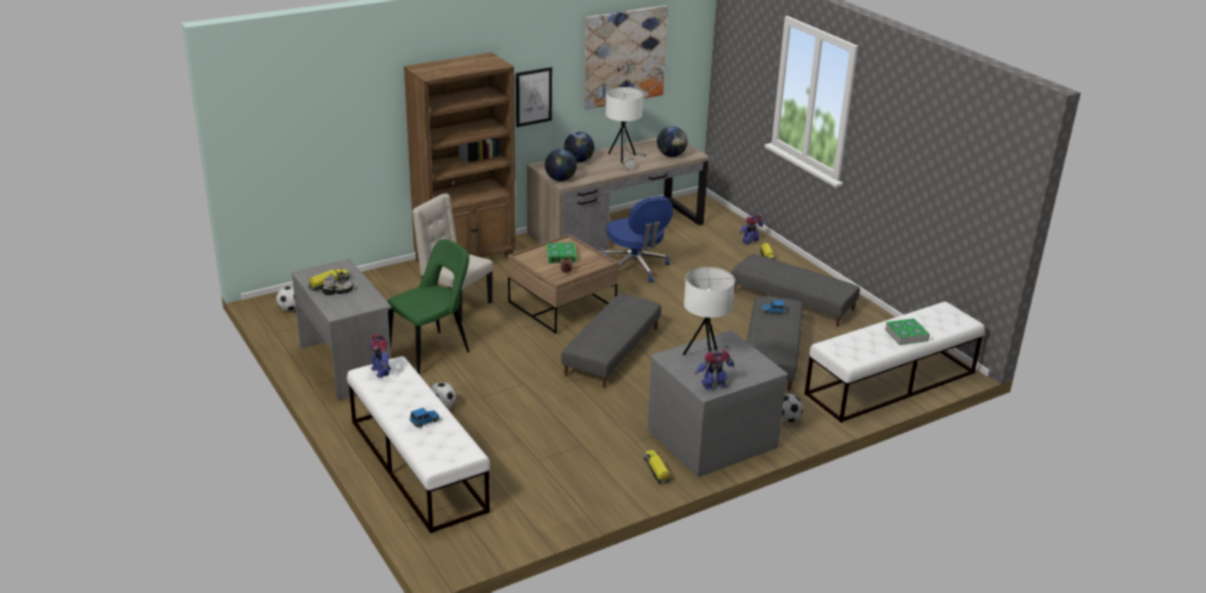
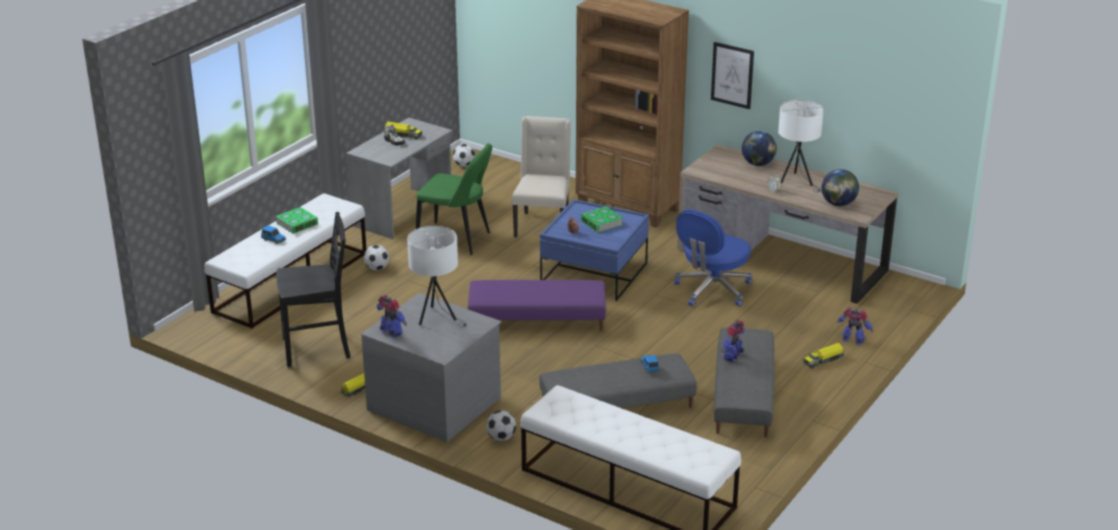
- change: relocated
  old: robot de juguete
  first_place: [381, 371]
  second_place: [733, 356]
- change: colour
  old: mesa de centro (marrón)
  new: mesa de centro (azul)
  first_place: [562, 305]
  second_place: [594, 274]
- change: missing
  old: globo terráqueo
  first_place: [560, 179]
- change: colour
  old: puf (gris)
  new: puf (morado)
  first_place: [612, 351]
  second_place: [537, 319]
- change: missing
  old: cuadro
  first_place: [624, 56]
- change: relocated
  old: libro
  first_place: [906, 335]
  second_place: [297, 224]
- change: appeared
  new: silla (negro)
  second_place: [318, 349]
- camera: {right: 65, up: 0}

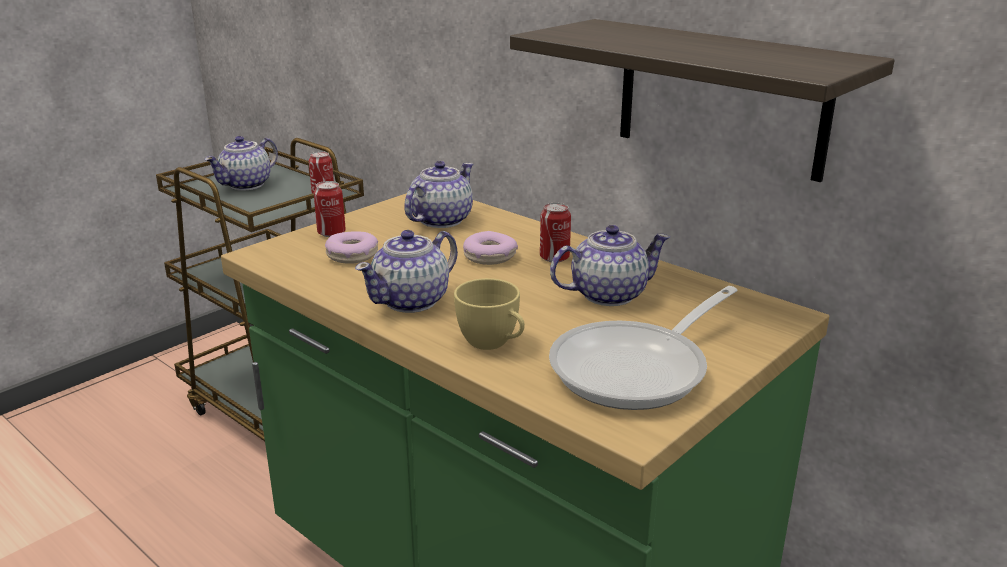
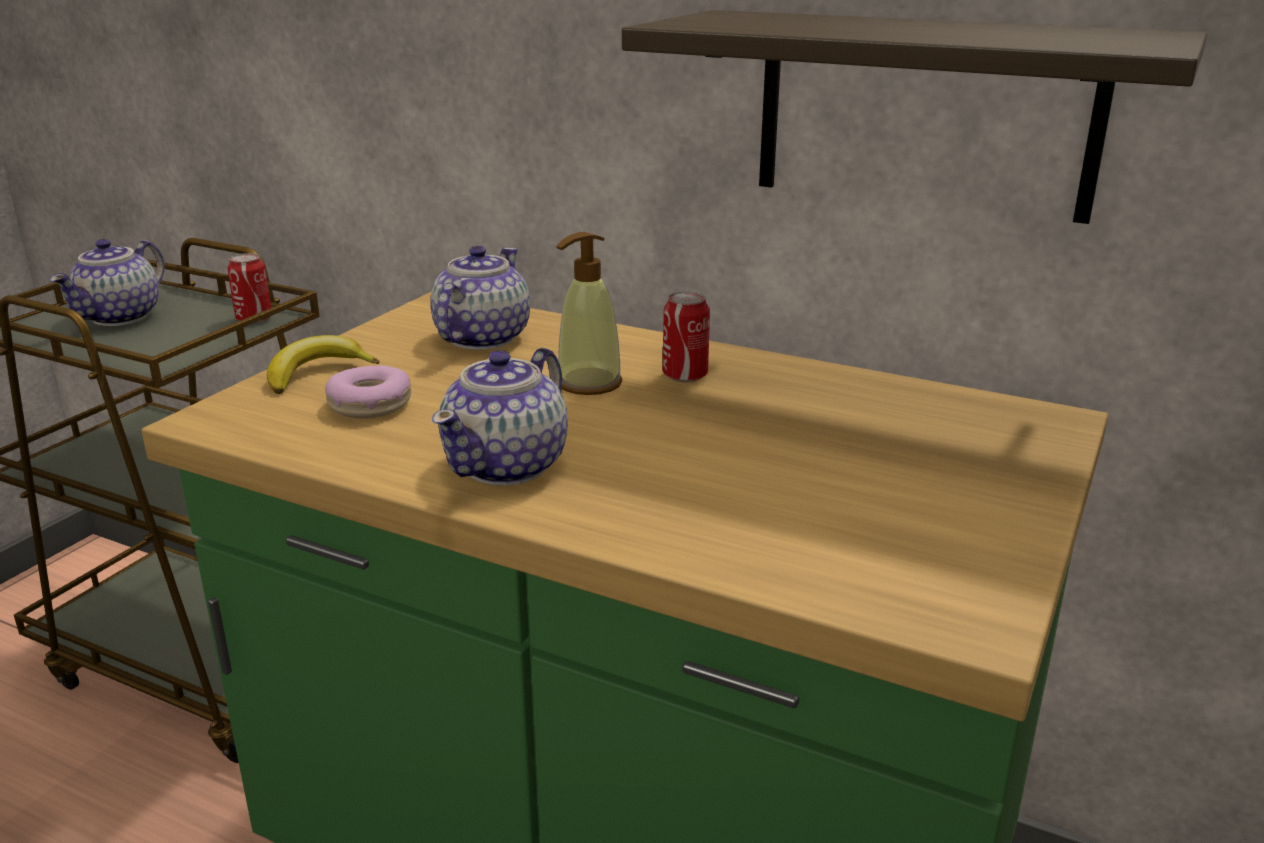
- change: exchanged
  old: lata
  new: plátano
  first_place: [331, 233]
  second_place: [317, 374]
- change: missing
  old: taza (amarillo)
  first_place: [493, 344]
- change: exchanged
  old: rosquilla
  new: dispensador de jabón
  first_place: [490, 256]
  second_place: [588, 383]
- change: missing
  old: sartén
  first_place: [638, 369]
- change: missing
  old: tetera
  first_place: [607, 294]
- camera: {right: -15, up: 0}

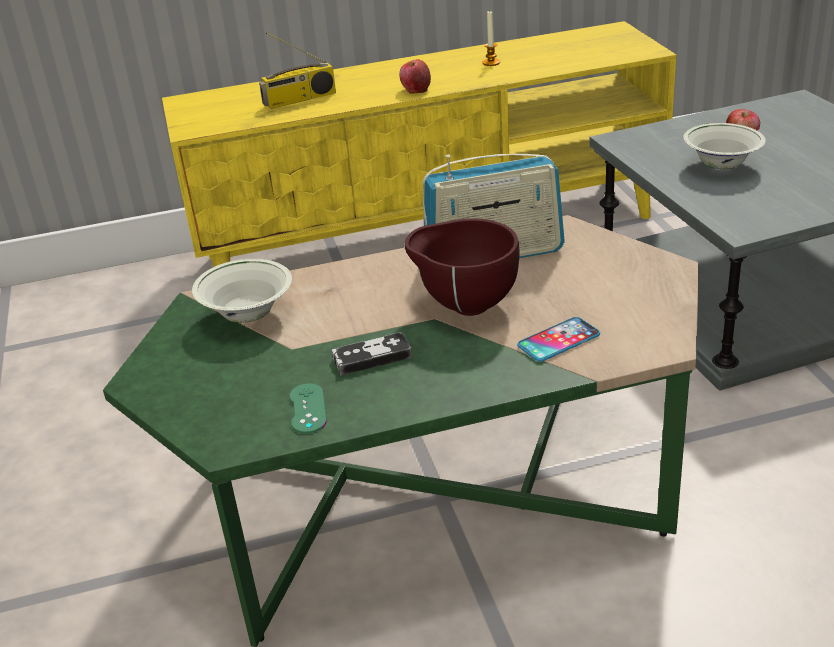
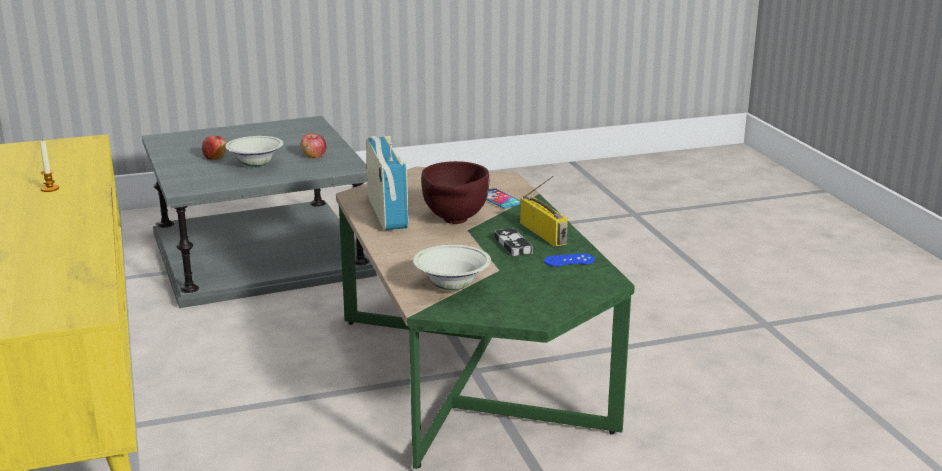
- change: relocated
  old: radio
  first_place: [299, 99]
  second_place: [544, 234]
- change: colour
  old: mando de consola (verde)
  new: mando de consola (azul)
  first_place: [307, 408]
  second_place: [569, 260]
- change: relocated
  old: manzana
  first_place: [416, 89]
  second_place: [314, 155]
- camera: {right: -95, up: -10}

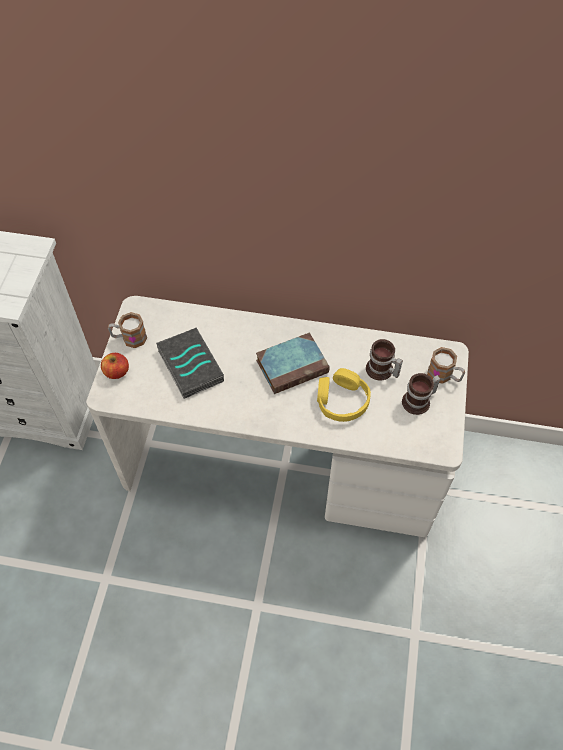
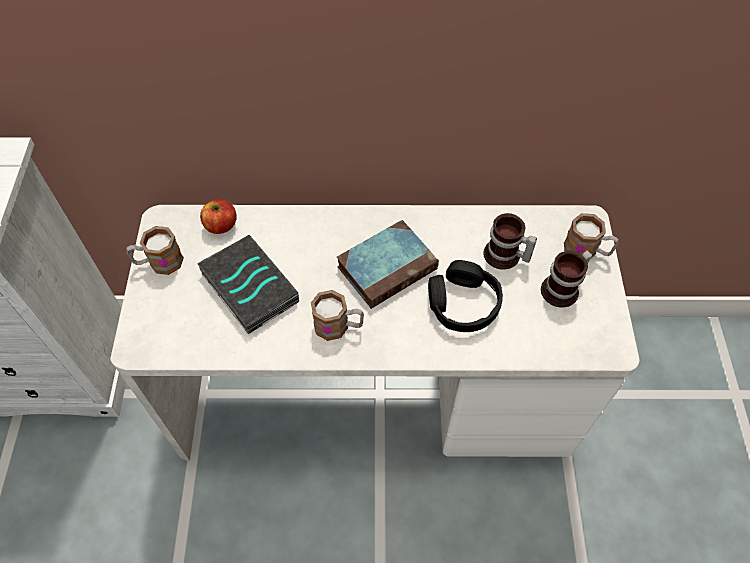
- change: relocated
  old: manzana
  first_place: [116, 372]
  second_place: [221, 225]
- change: colour
  old: auriculares (amarillo)
  new: auriculares (negro)
  first_place: [342, 400]
  second_place: [463, 303]
- change: appeared
  new: taza grande
  second_place: [338, 326]
- camera: {right: -10, up: 0}

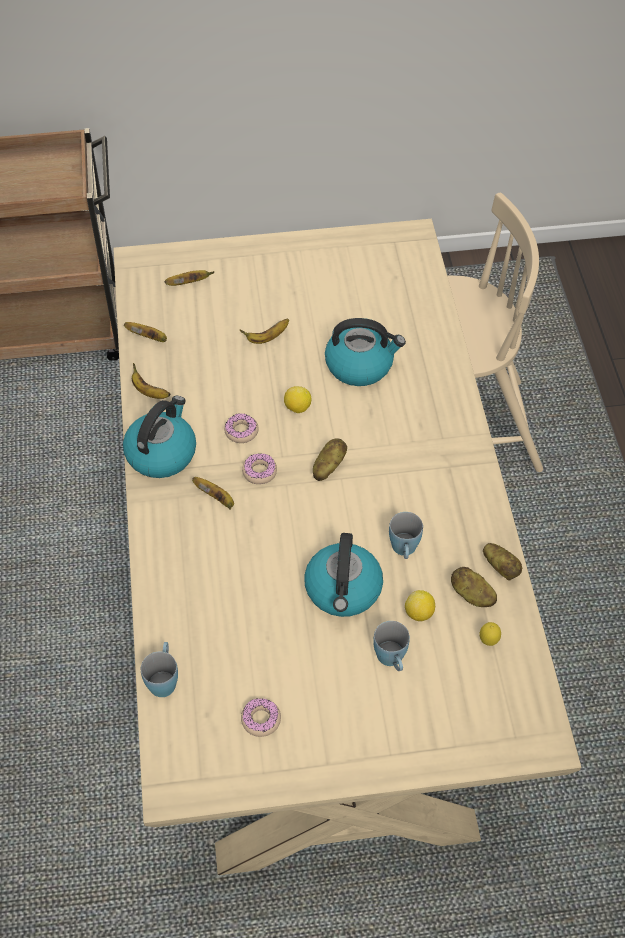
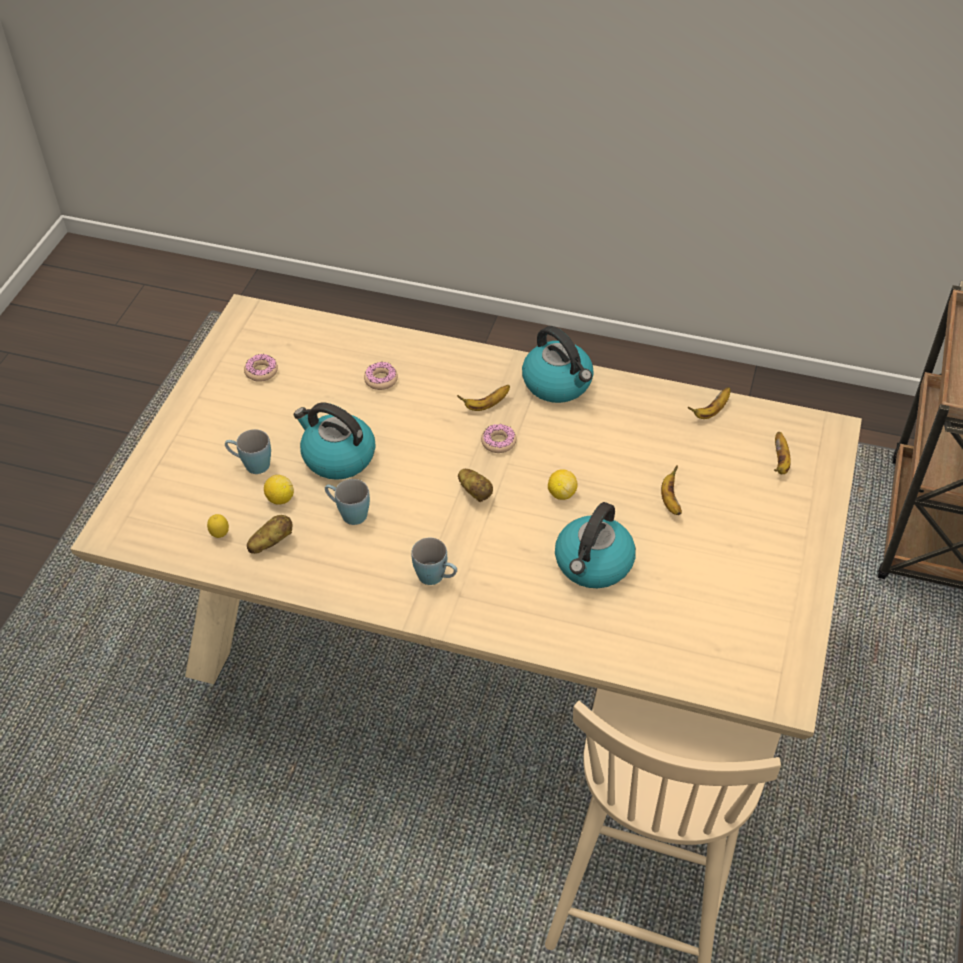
- change: missing
  old: plátano
  first_place: [149, 392]
- change: relocated
  old: taza grande (azul)
  first_place: [163, 678]
  second_place: [436, 577]
- change: relocated
  old: rosquilla
  first_place: [241, 431]
  second_place: [381, 380]
- change: missing
  old: patata
  first_place: [501, 567]
- camera: {right: 115, up: -5}

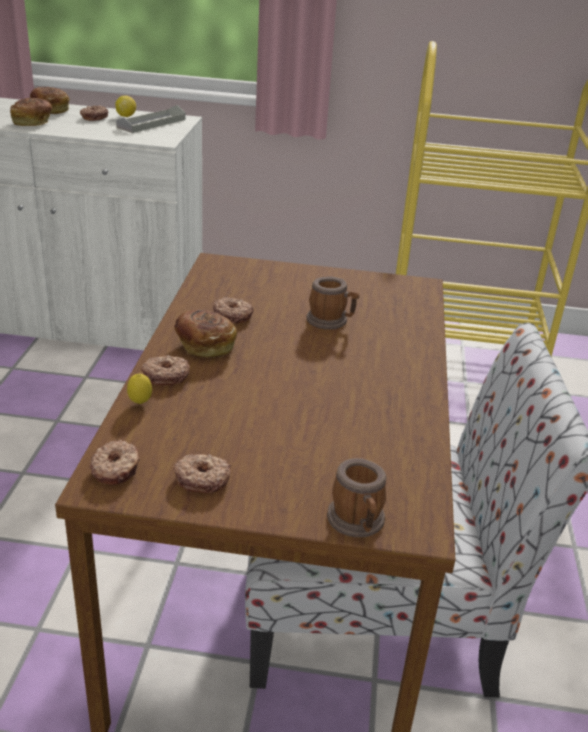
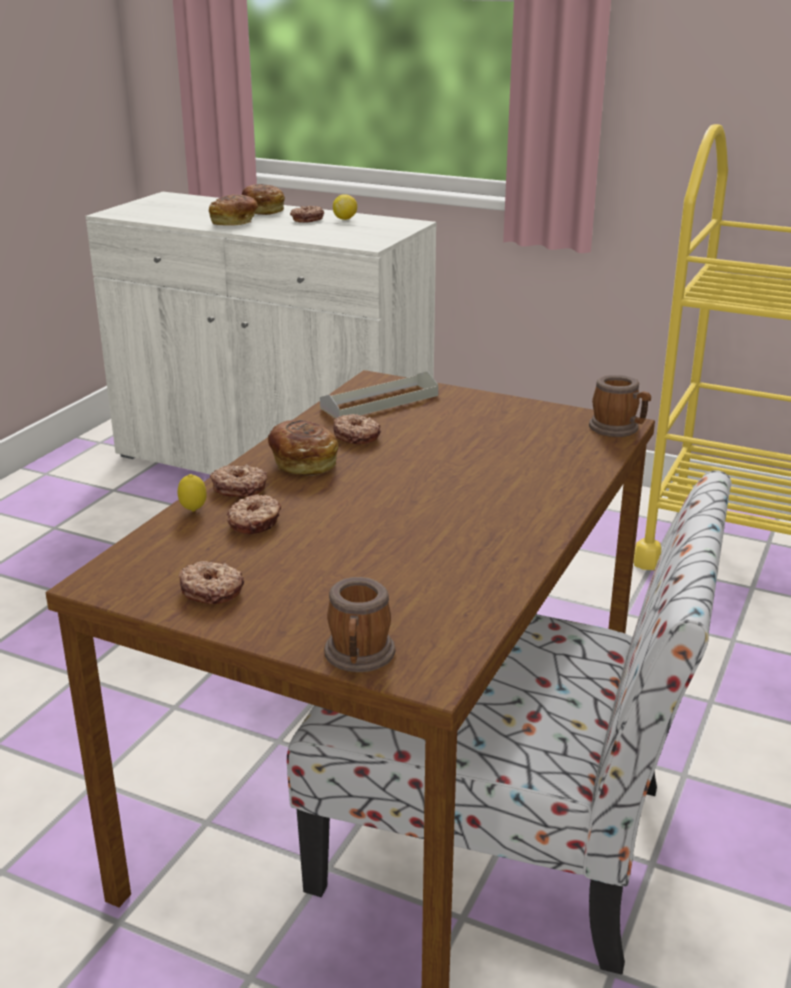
- change: relocated
  old: rosquilla
  first_place: [116, 469]
  second_place: [255, 522]
- change: relocated
  old: bandeja (gris)
  first_place: [151, 123]
  second_place: [379, 402]
- change: relocated
  old: taza grande
  first_place: [331, 321]
  second_place: [618, 429]
- camera: {right: 20, up: -5}

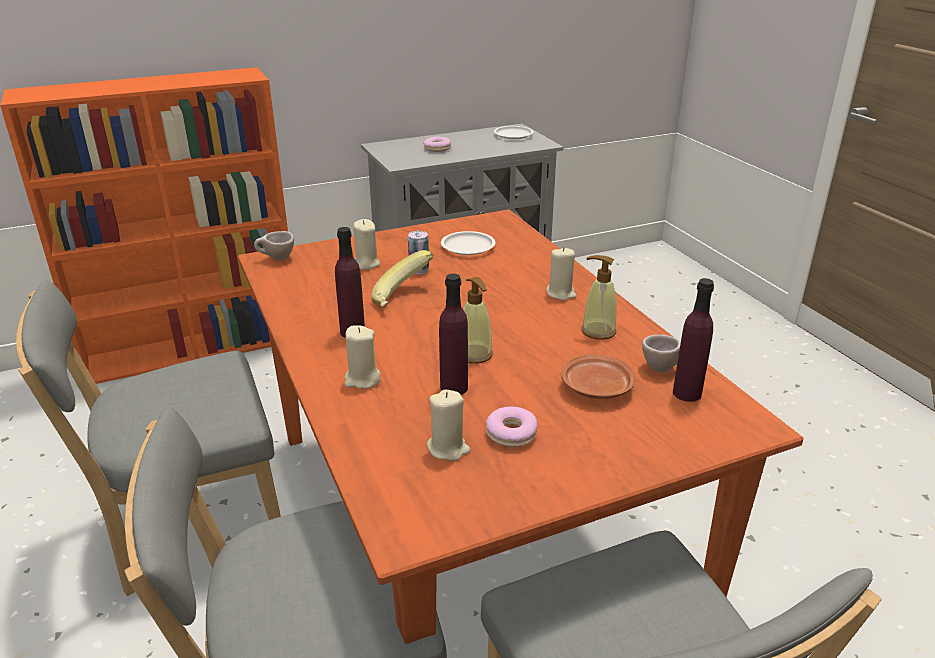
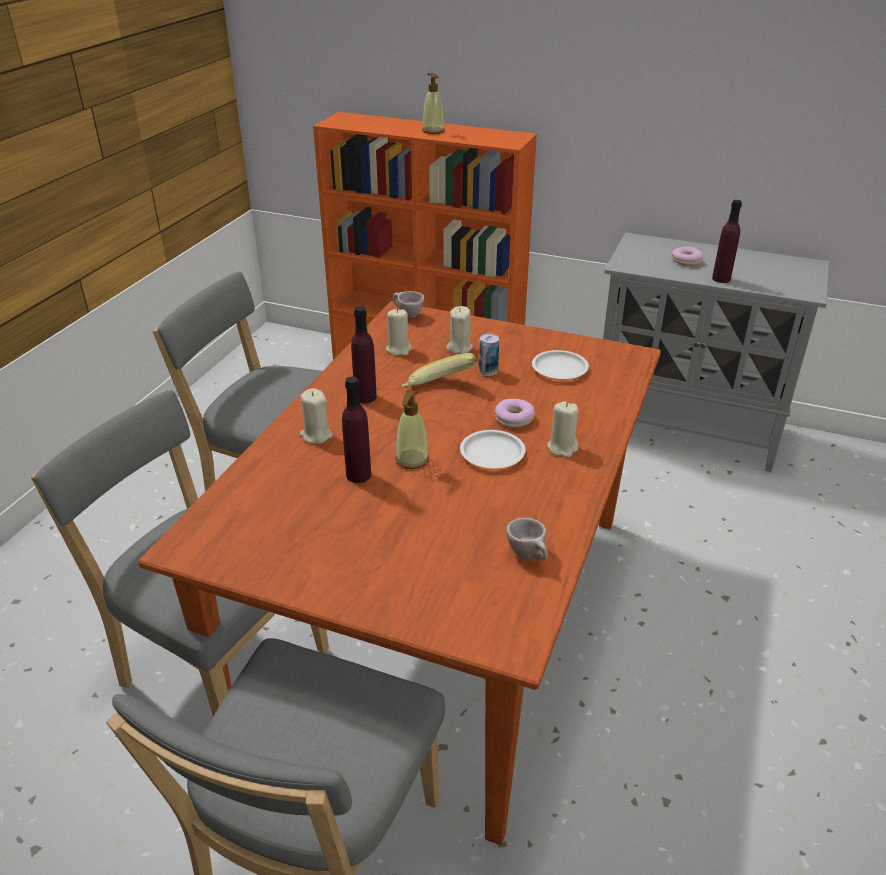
- change: relocated
  old: vela (beis)
  first_place: [448, 448]
  second_place: [399, 349]
- change: relocated
  old: rosquilla
  first_place: [511, 433]
  second_place: [514, 418]
- change: relocated
  old: plato (blanco)
  first_place: [513, 135]
  second_place: [491, 453]
- change: missing
  old: plato (marrón)
  first_place: [596, 388]
- change: relocated
  old: dispensador de jabón
  first_place: [598, 331]
  second_place: [433, 131]
- change: relocated
  old: botella (morado)
  first_place: [687, 393]
  second_place: [721, 279]
- camera: {right: 45, up: 5}

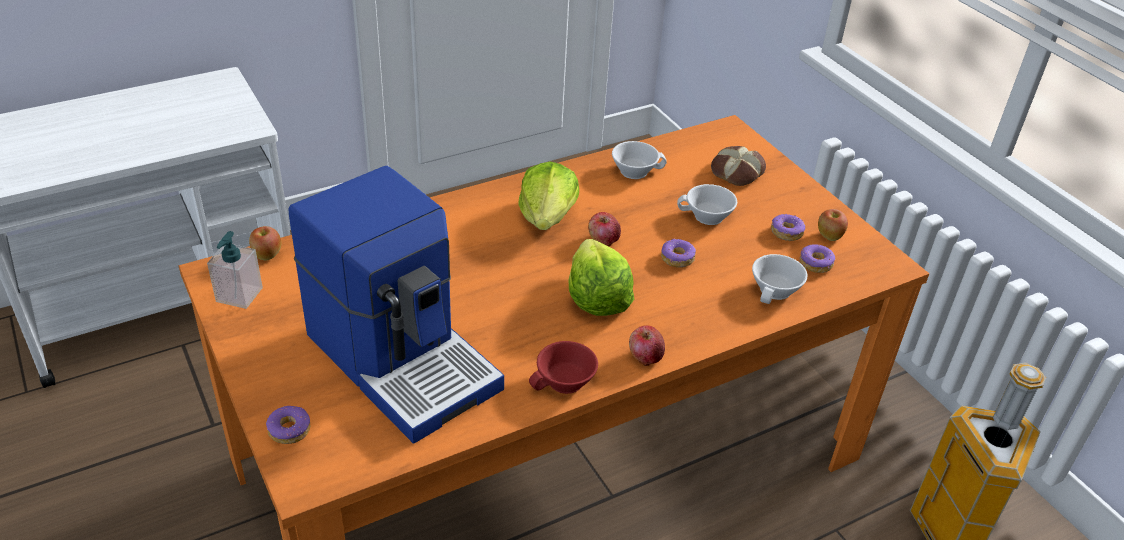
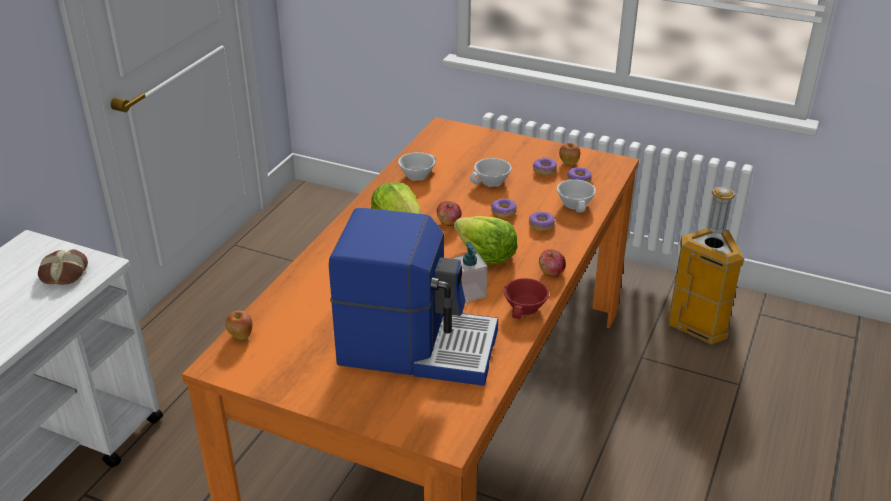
- change: relocated
  old: dispensador de jabón
  first_place: [239, 295]
  second_place: [469, 293]
- change: relocated
  old: rosquilla
  first_place: [290, 430]
  second_place: [541, 225]
- change: relocated
  old: pan
  first_place: [736, 171]
  second_place: [63, 273]
- camera: {right: -35, up: -5}

